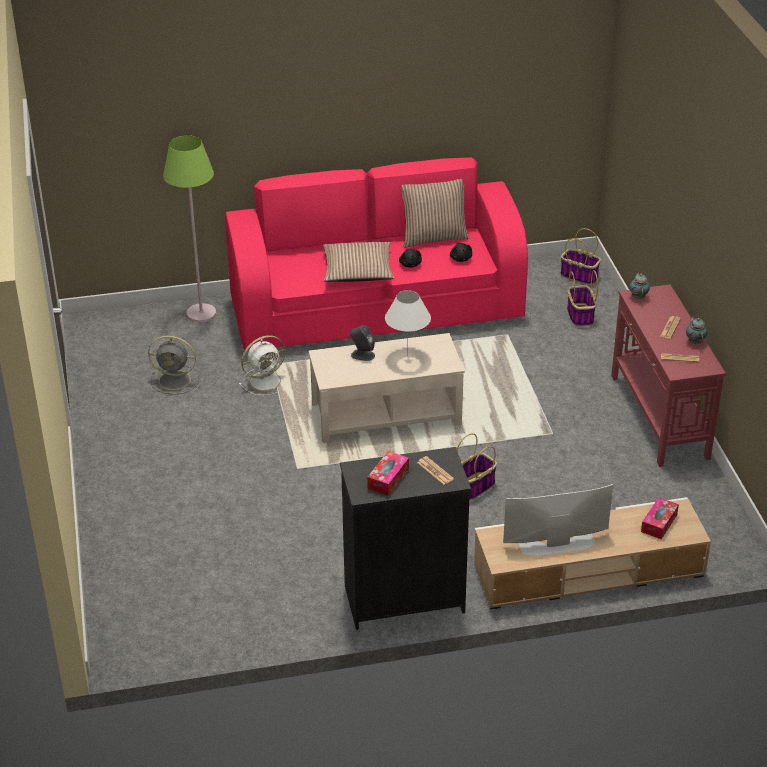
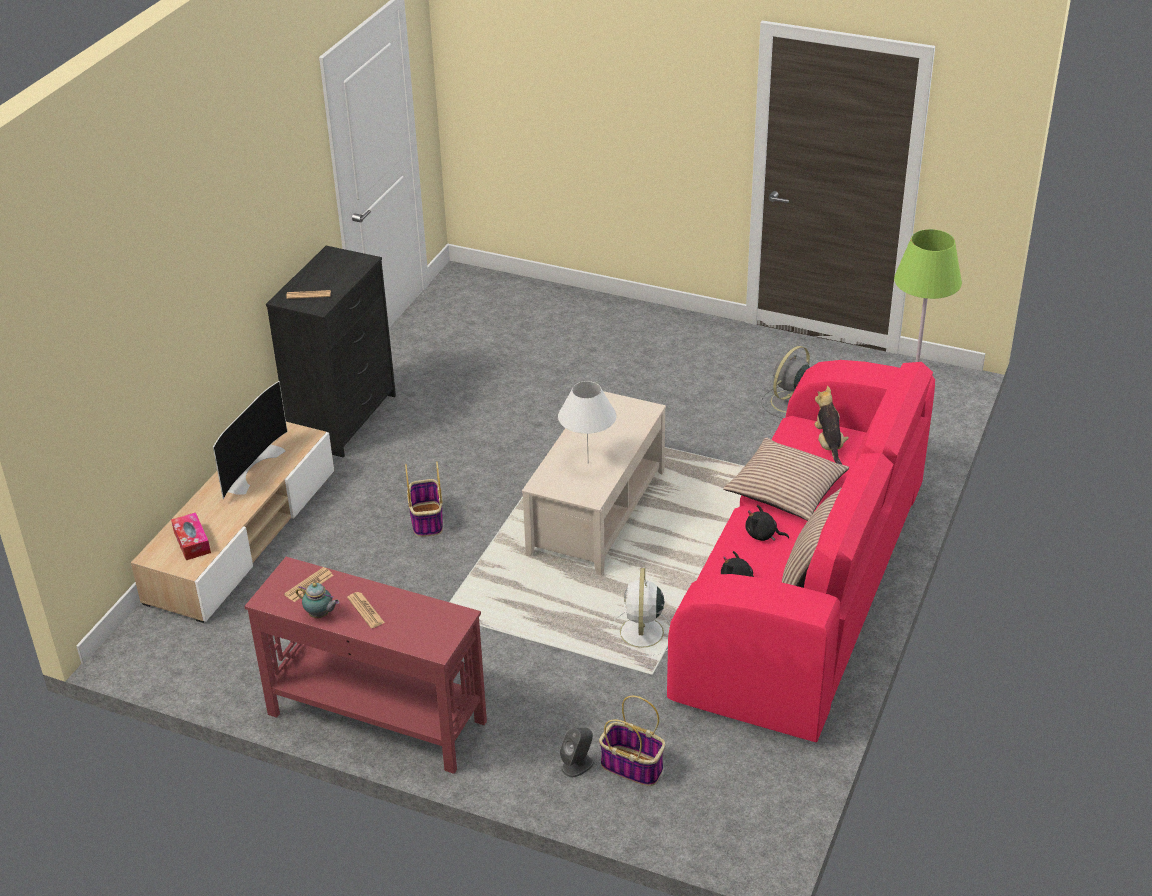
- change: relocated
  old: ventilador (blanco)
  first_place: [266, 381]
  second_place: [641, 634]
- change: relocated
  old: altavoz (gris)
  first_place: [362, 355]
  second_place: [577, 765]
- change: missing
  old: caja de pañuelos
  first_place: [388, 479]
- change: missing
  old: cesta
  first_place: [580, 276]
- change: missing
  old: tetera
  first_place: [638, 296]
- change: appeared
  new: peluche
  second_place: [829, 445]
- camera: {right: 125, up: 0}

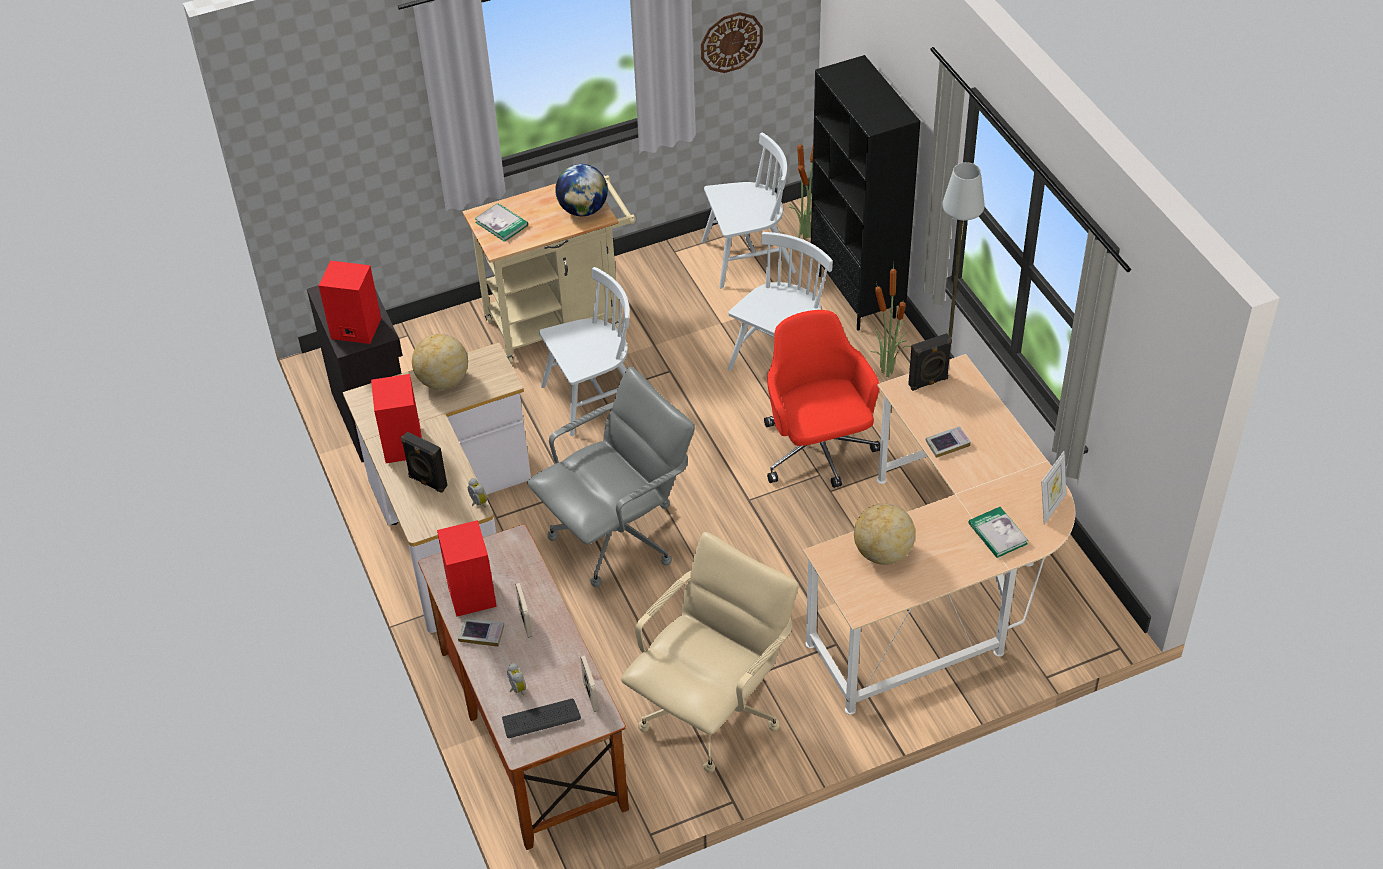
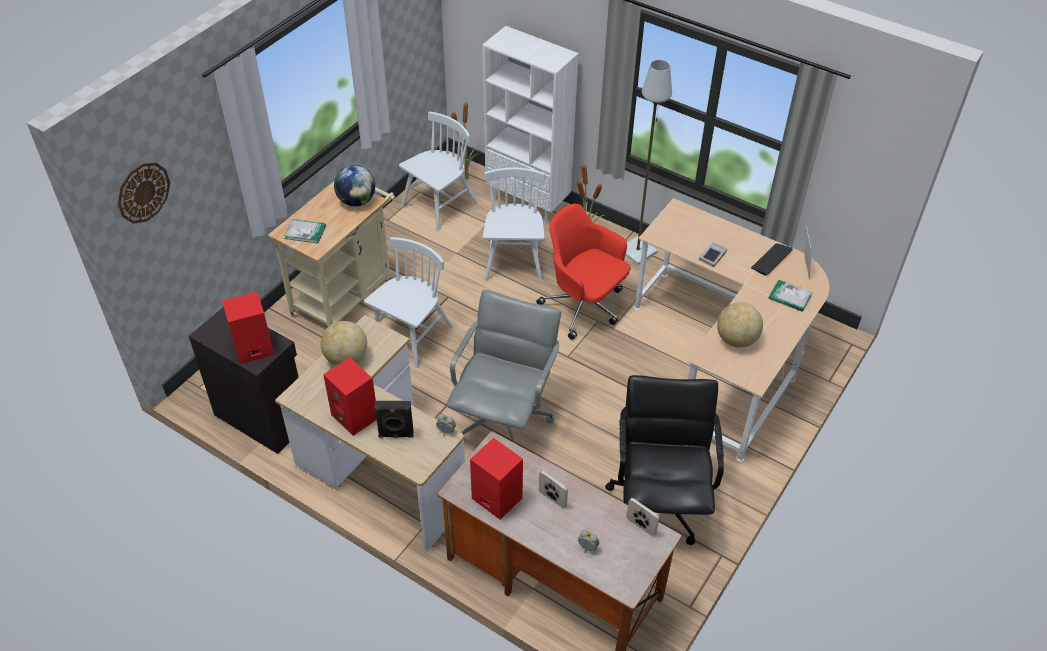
- change: missing
  old: libro
  first_place: [481, 634]
- change: relocated
  old: teclado
  first_place: [541, 719]
  second_place: [771, 259]
- change: colour
  old: silla de oficina (beis)
  new: silla de oficina (negro)
  first_place: [712, 711]
  second_place: [659, 503]
- change: relocated
  old: reloj de pared
  first_place: [731, 42]
  second_place: [143, 192]
- change: colour
  old: estantería (negro)
  new: estantería (blanco)
  first_place: [858, 296]
  second_place: [528, 202]
- change: missing
  old: altavoz (negro)
  first_place: [928, 382]
- camera: {right: -35, up: 0}

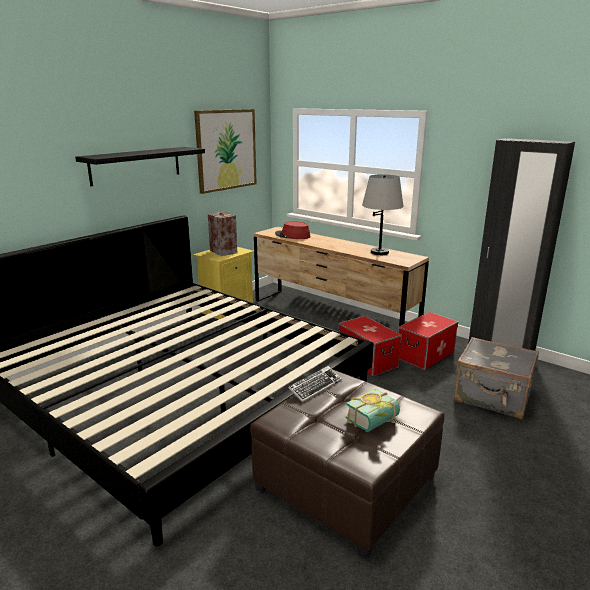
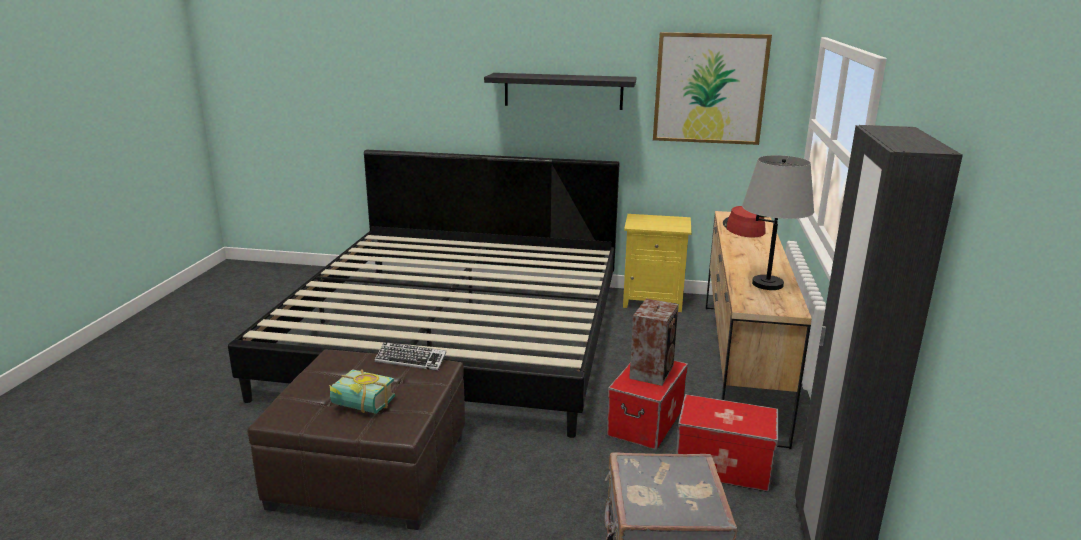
- change: relocated
  old: altavoz
  first_place: [223, 251]
  second_place: [652, 371]
- camera: {right: 60, up: 0}

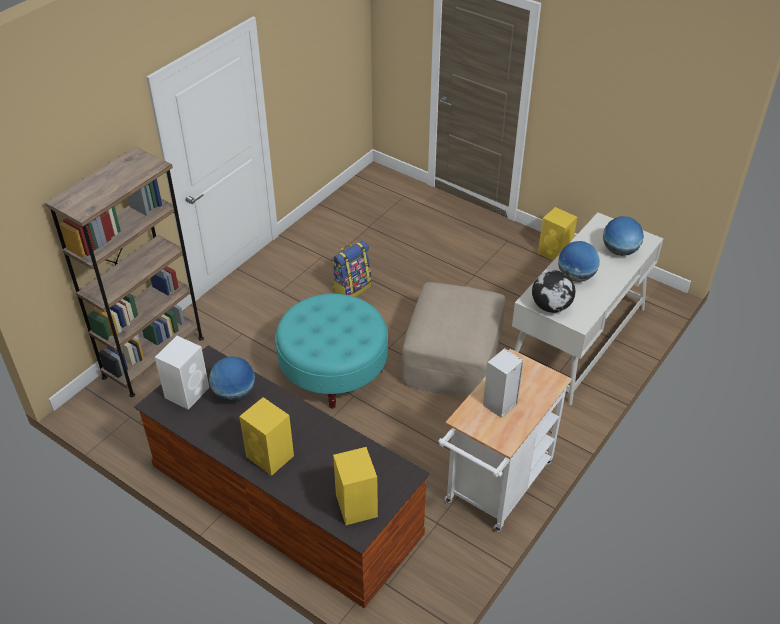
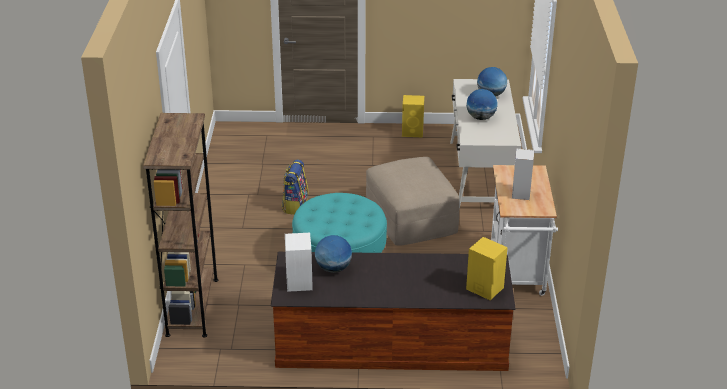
- change: missing
  old: altavoz (amarillo)
  first_place: [271, 457]
- change: missing
  old: globo terráqueo
  first_place: [551, 306]
- camera: {right: -35, up: -10}

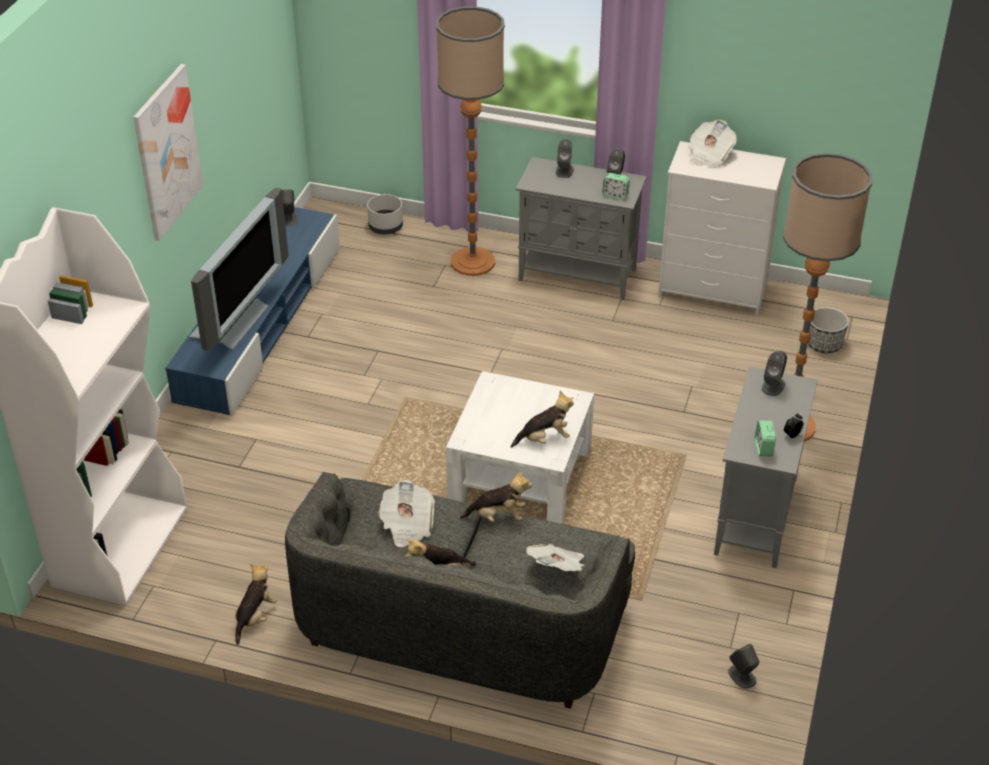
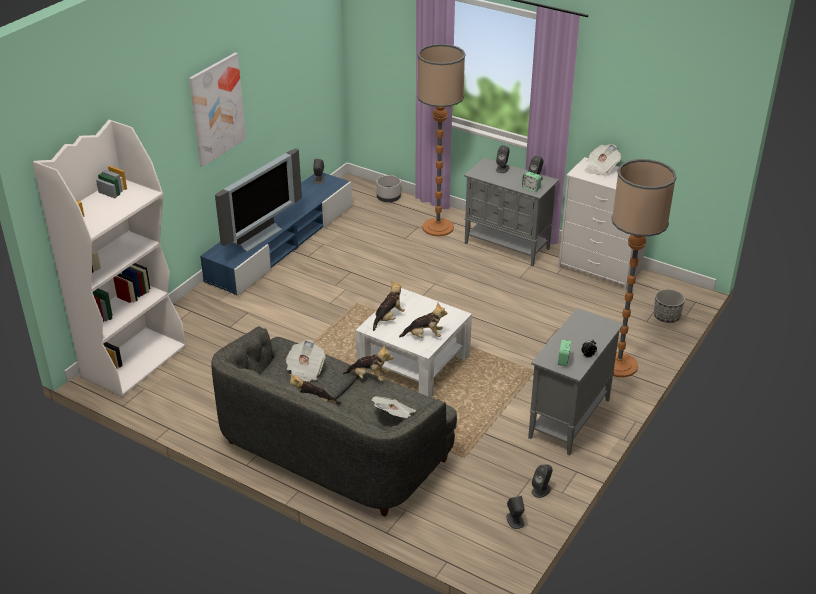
- change: relocated
  old: peluche
  first_place: [255, 617]
  second_place: [388, 318]
- change: relocated
  old: altavoz (gris)
  first_place: [773, 386]
  second_place: [541, 490]
- camera: {right: 15, up: -5}

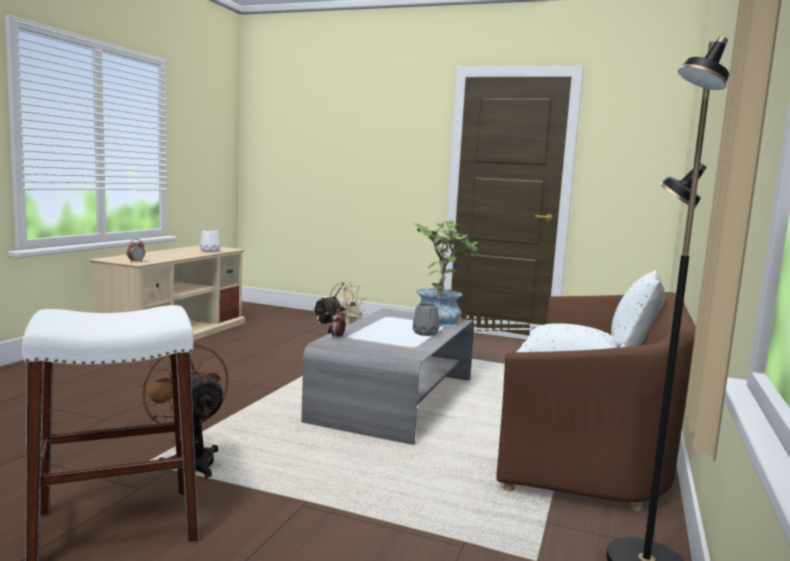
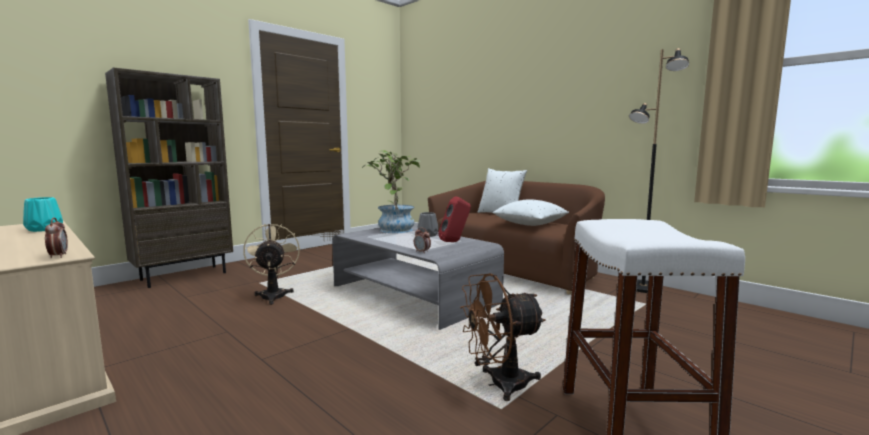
- change: colour
  old: florero (blanco)
  new: florero (turquesa)
  first_place: [210, 251]
  second_place: [44, 229]
- change: appeared
  new: estantería (marrón)
  second_place: [184, 276]
- change: appeared
  new: altavoz (rojo)
  second_place: [455, 241]
- camera: {right: -65, up: 0}

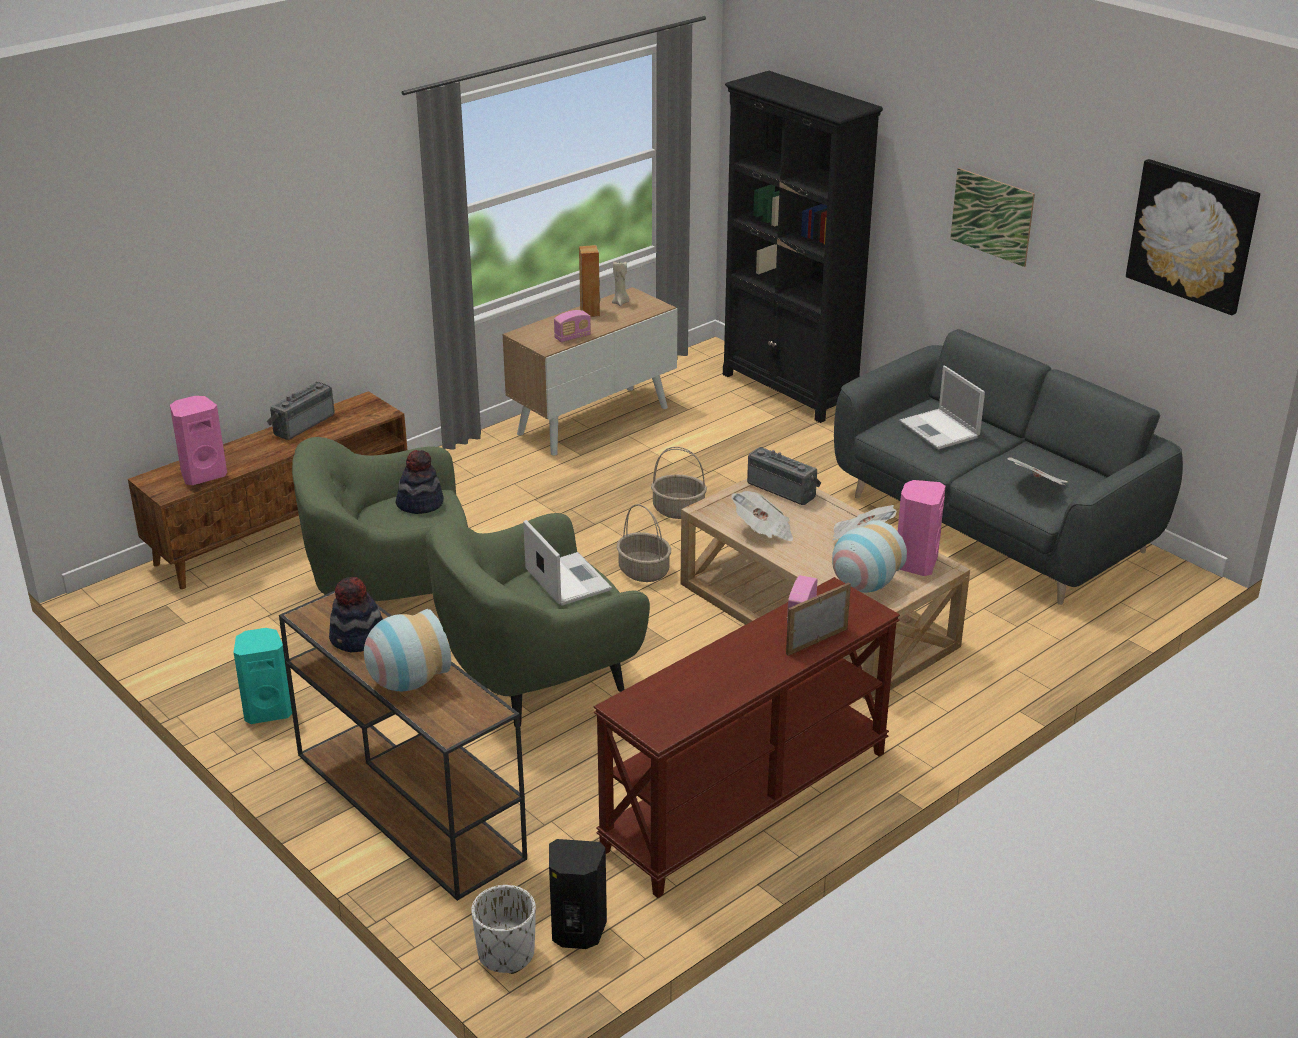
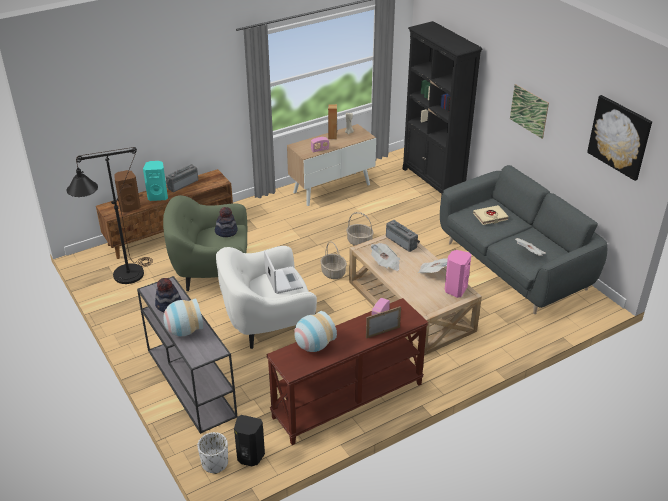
- change: colour
  old: altavoz (rosa)
  new: altavoz (marrón)
  first_place: [202, 474]
  second_place: [129, 207]
- change: relocated
  old: altavoz (turquesa)
  first_place: [268, 710]
  second_place: [158, 196]
- change: colour
  old: mesa consola (marrón)
  new: mesa consola (gris)
  first_place: [406, 804]
  second_place: [190, 381]
- change: colour
  old: sillón (verde)
  new: sillón (blanco)
  first_place: [537, 677]
  second_place: [267, 324]
- change: relocated
  old: florero
  first_place: [863, 585]
  second_place: [313, 346]
- change: exchanged
  old: portátil
  new: libro (beis)
  first_place: [940, 430]
  second_place: [490, 217]
- change: appeared
  new: lámpara de pie (negro)
  second_place: [122, 279]
- camera: {right: 10, up: 5}

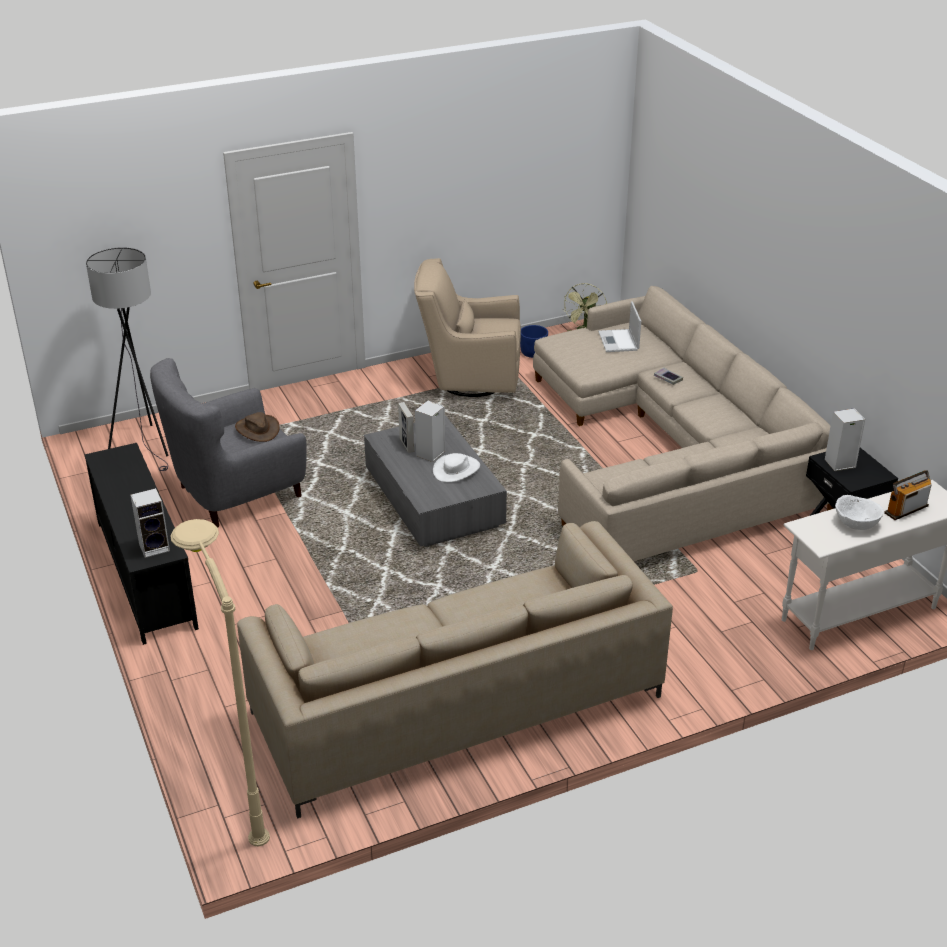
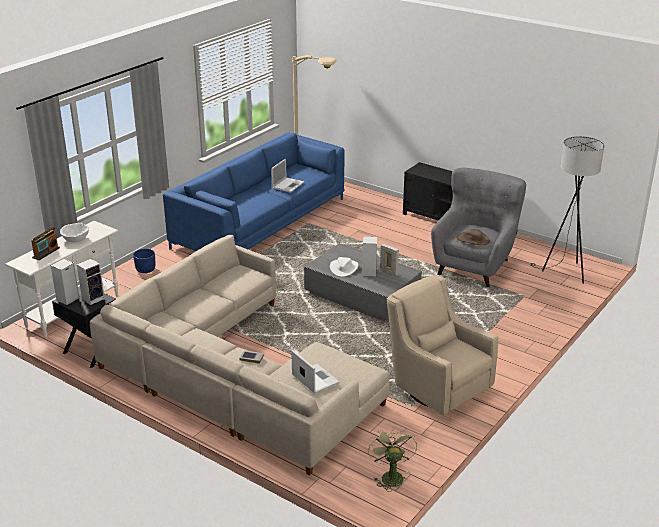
- change: relocated
  old: altavoz
  first_place: [155, 547]
  second_place: [67, 299]
- change: colour
  old: sofá (beis)
  new: sofá (azul)
  first_place: [456, 704]
  second_place: [260, 223]
- change: spun
  old: sillón (beis)
  first_place: [469, 379]
  second_place: [436, 387]
  degrees: -105
- change: relocated
  old: maceta (azul)
  first_place: [533, 353]
  second_place: [145, 269]
- change: appeared
  new: portátil
  second_place: [288, 185]
- camera: {right: 150, up: -5}

